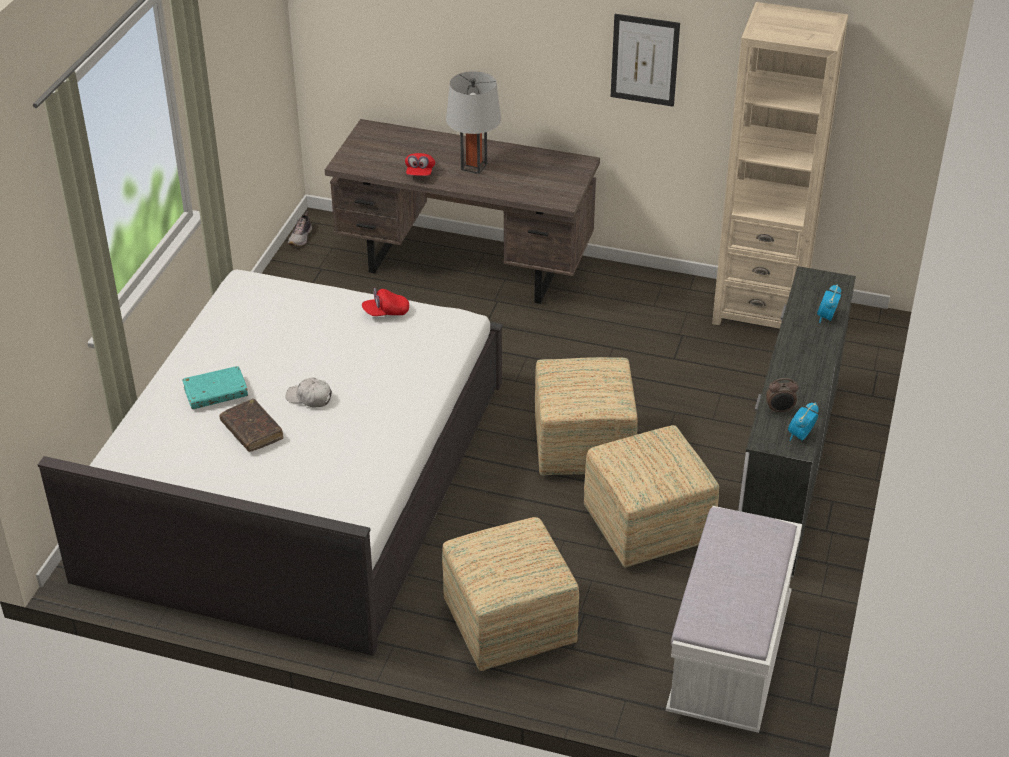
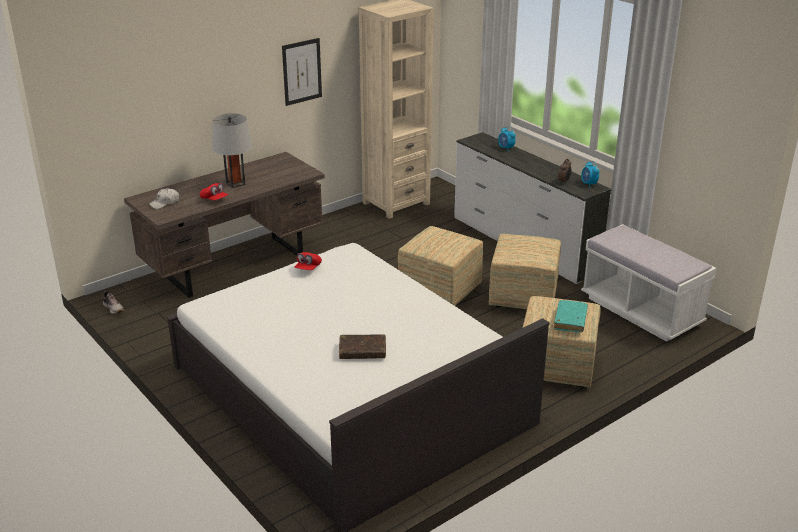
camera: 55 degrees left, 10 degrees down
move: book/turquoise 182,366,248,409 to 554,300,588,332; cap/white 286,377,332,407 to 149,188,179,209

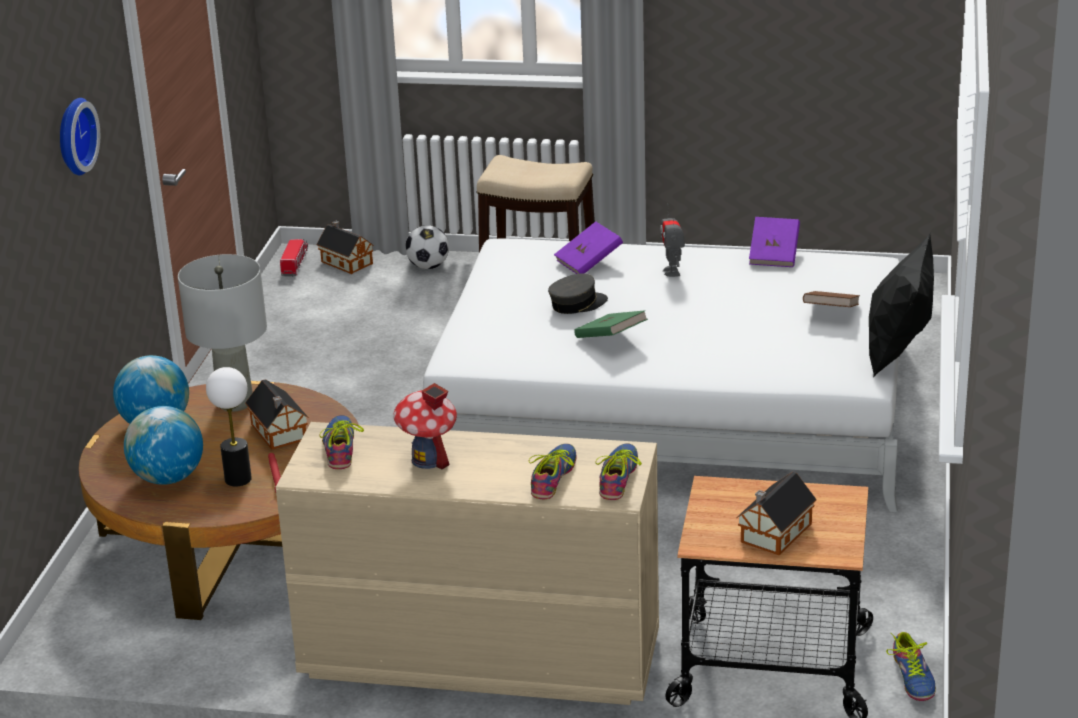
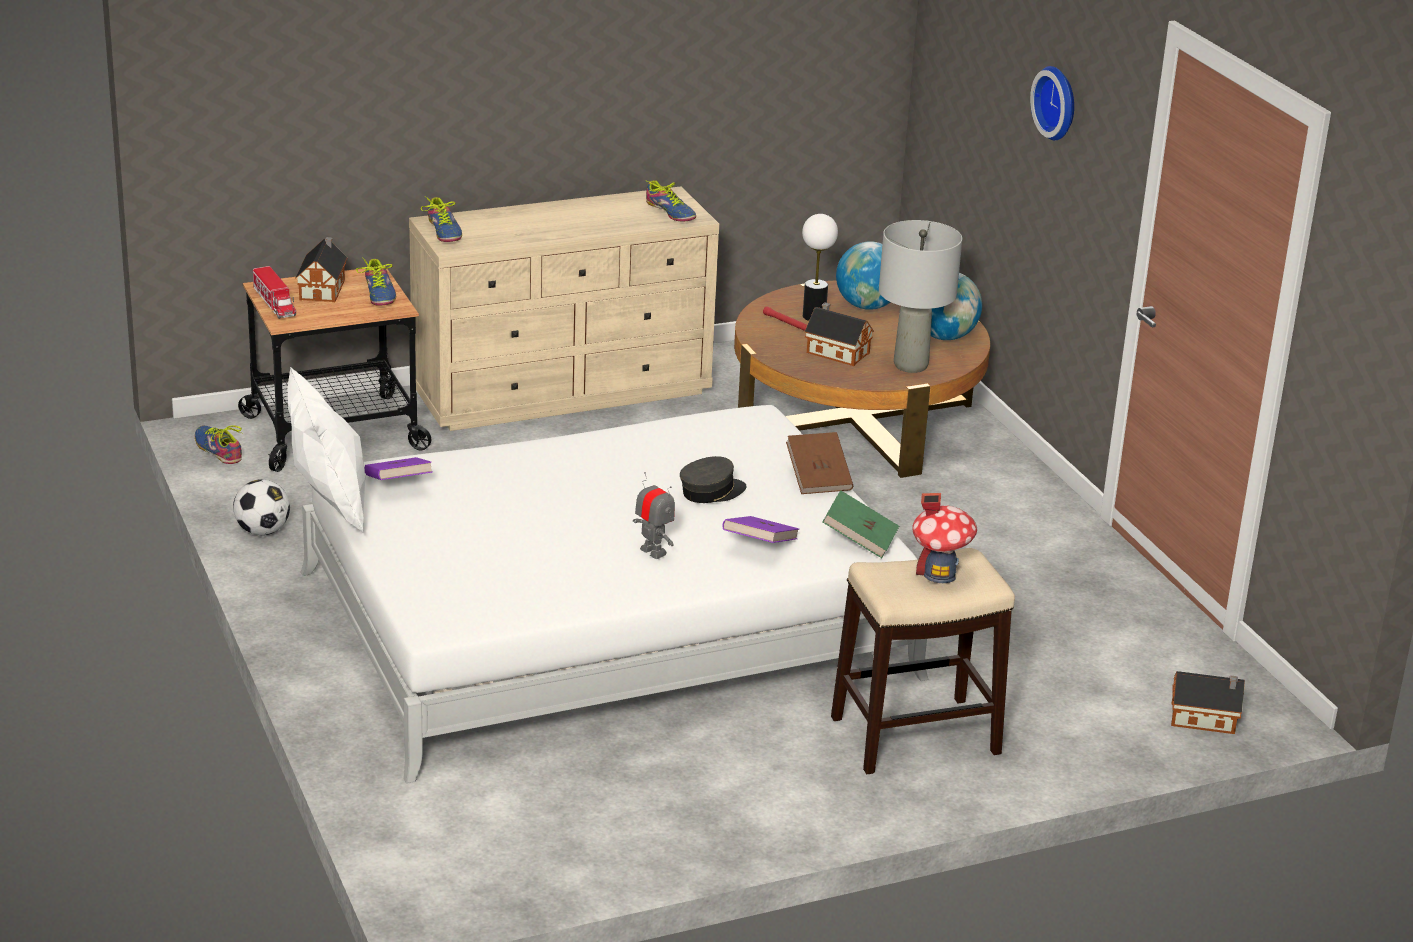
camera: 145 degrees right, 0 degrees up
move: toy truck 280,239,308,277 to 253,266,296,319; toy house 393,383,457,469 to 912,493,977,583; football 405,225,449,269 to 233,479,290,535; shoe 529,444,576,499 to 356,257,396,306; book/green 574,310,648,338 to 823,490,899,558; book/purple 749,217,800,267 to 364,457,432,480; book/brown 803,291,860,307 to 786,432,853,494
recolor: pillow/black 869,230,934,378 to pillow/white 287,367,365,533
rotate: cap/grey 548,274,608,314 = 680,456,747,503 150 degrees counterclockwise

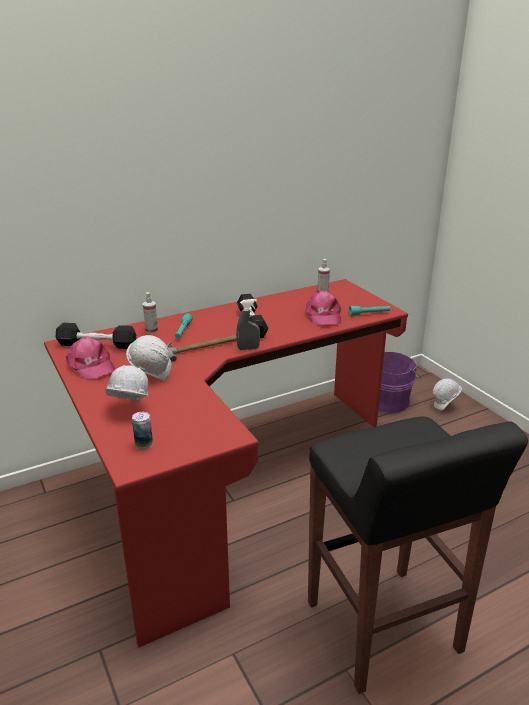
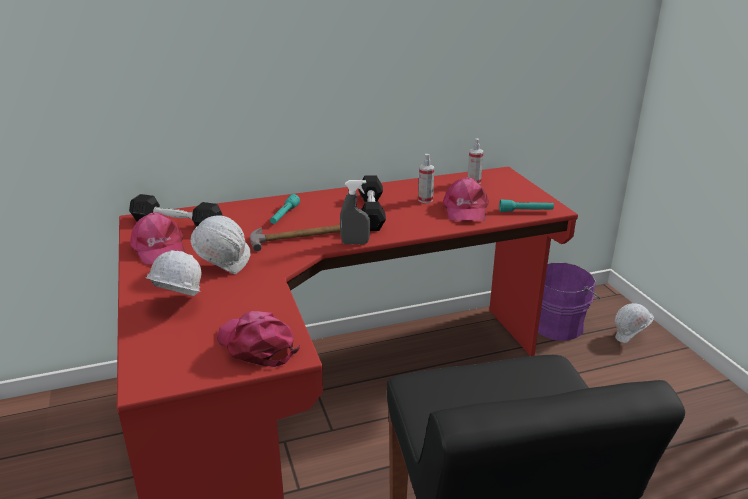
camera: 10 degrees right, 0 degrees up
delete: can 132,412,153,450
insert: cap/pink 217,311,300,367
move: spray bottle 143,292,158,334 to 418,154,434,203

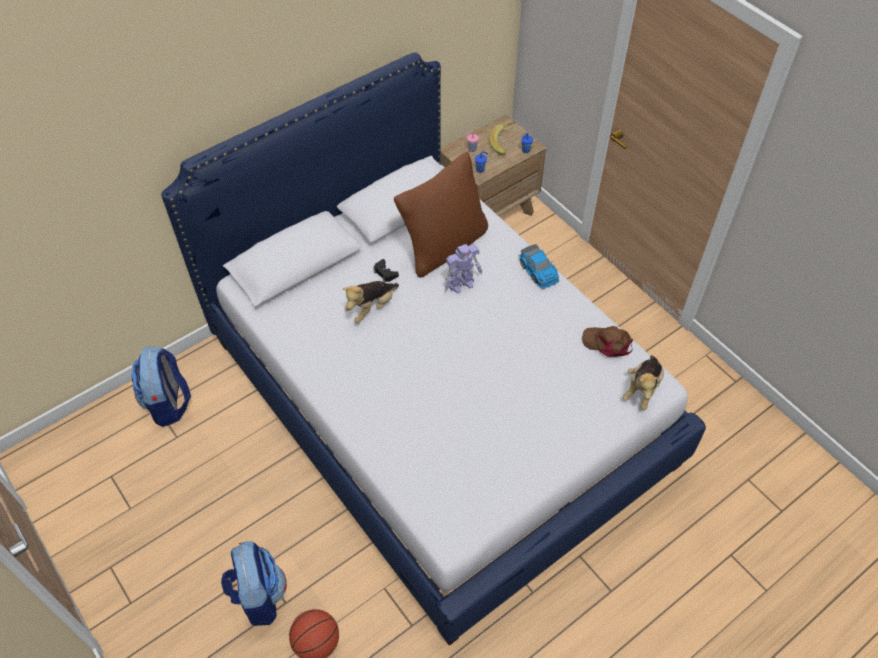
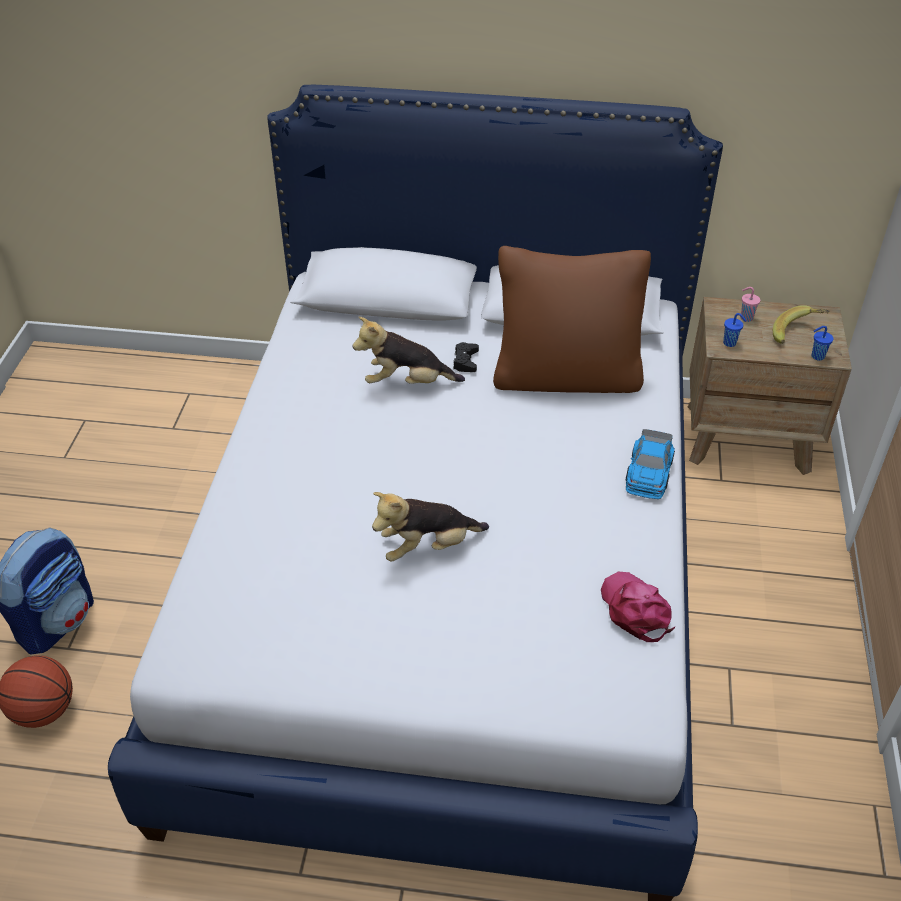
camera: 45 degrees right, 10 degrees down
delete: backpack 131,346,191,427; toy robot 445,244,482,294
move: plush toy 623,355,664,410 to 372,492,489,562
recolor: cap/brown 582,326,633,357 to cap/pink 601,572,675,642

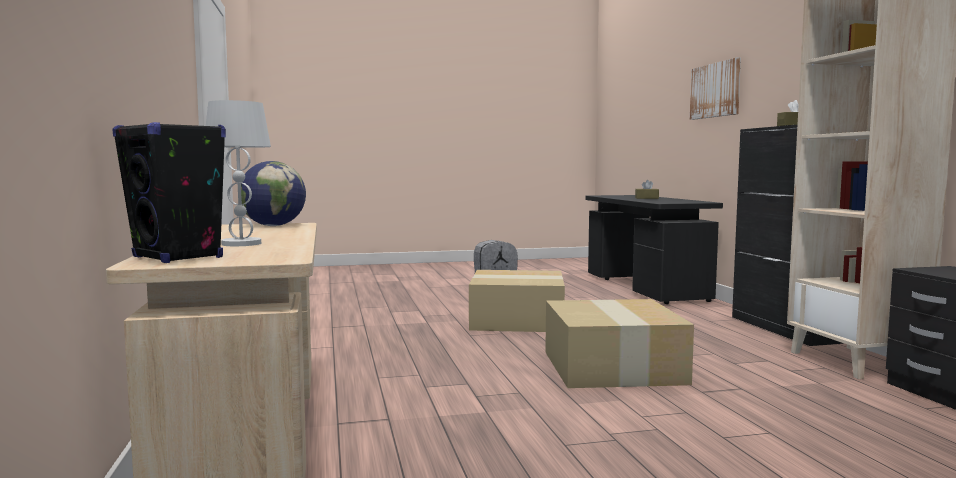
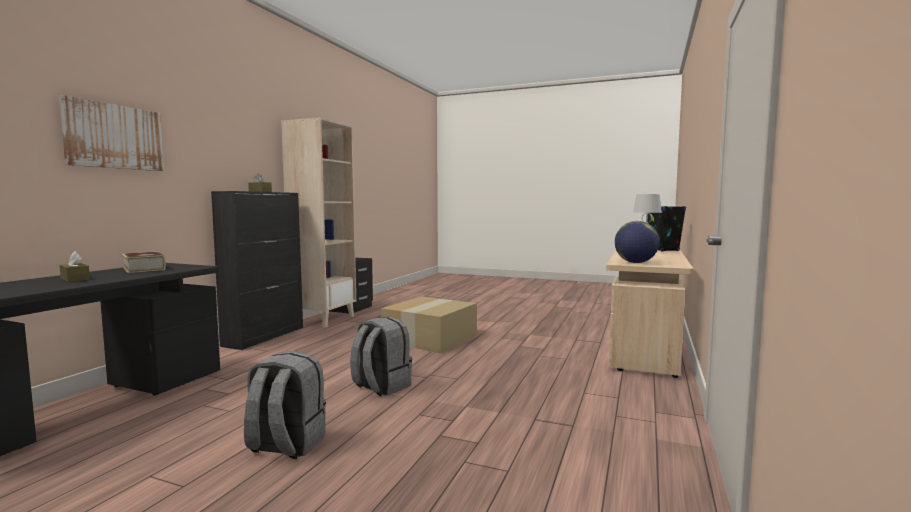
camera: 145 degrees left, 0 degrees up
insert: book 122,252,166,273
replace: cardboard box 469,270,565,332 to backpack/grey 350,317,412,396

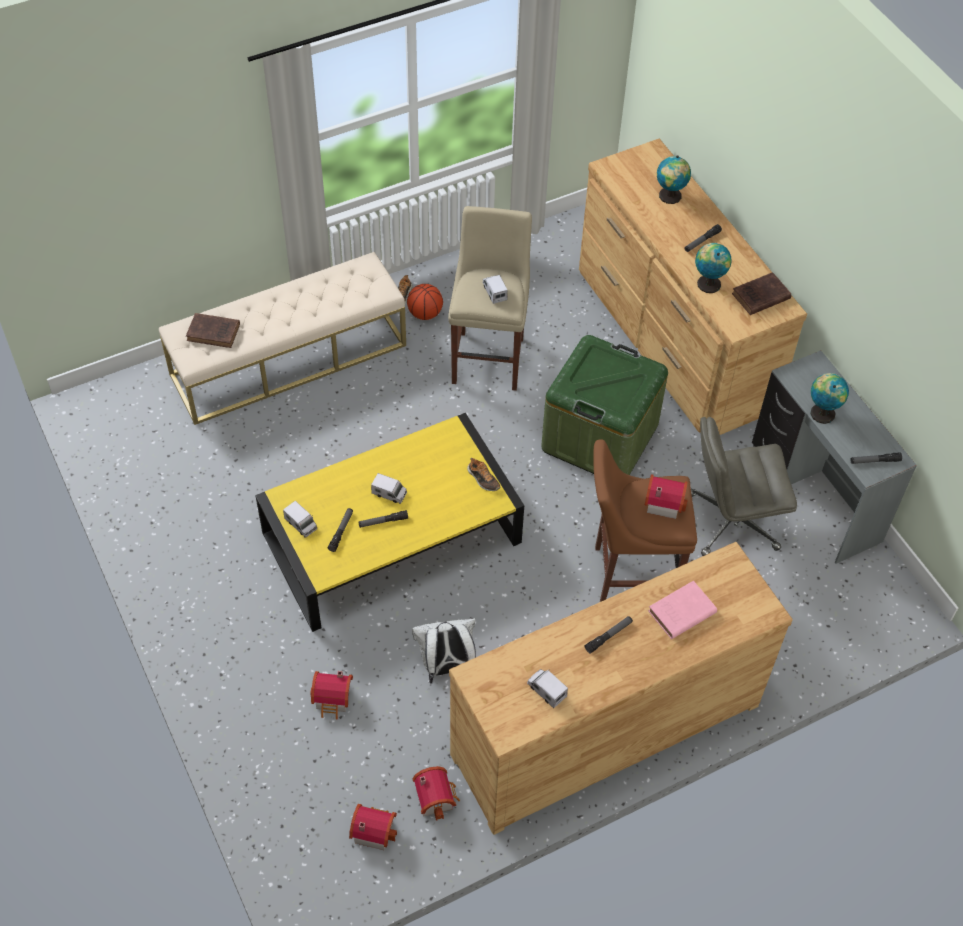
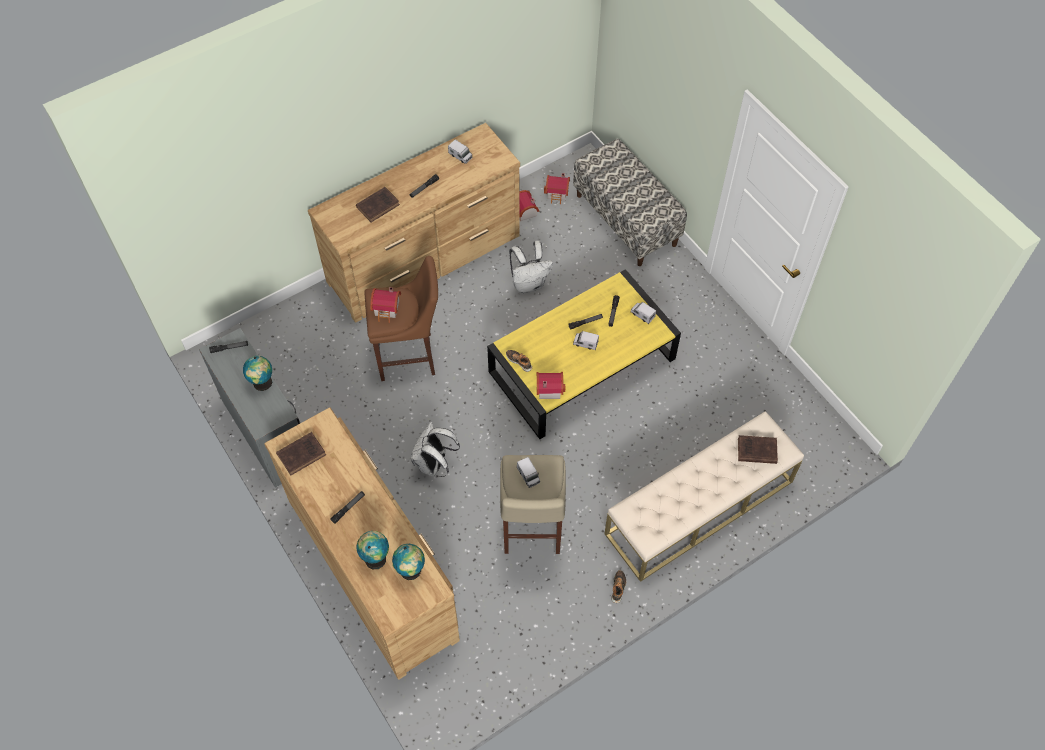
camera: 175 degrees right, 5 degrees up
delete: basketball 407,284,443,320; office chair/grey 691,417,797,556
insert: bench 573,139,687,266
move: toy house 310,671,353,719 to 536,372,565,399; globe 695,243,732,293 to 392,544,425,580
replace: storage box/green 541,335,668,475 to backpack/white 411,422,460,477
recolor: book/pink 648,581,717,639 to book/brown 356,187,400,222

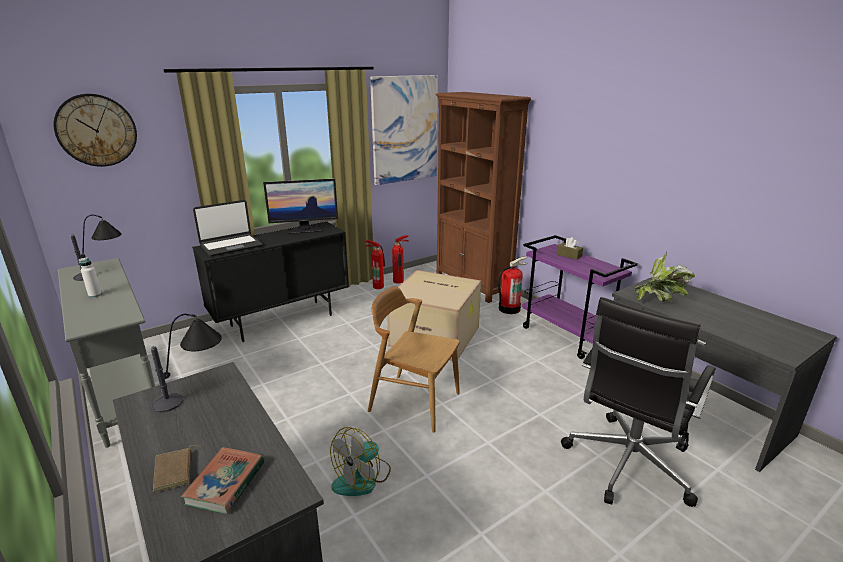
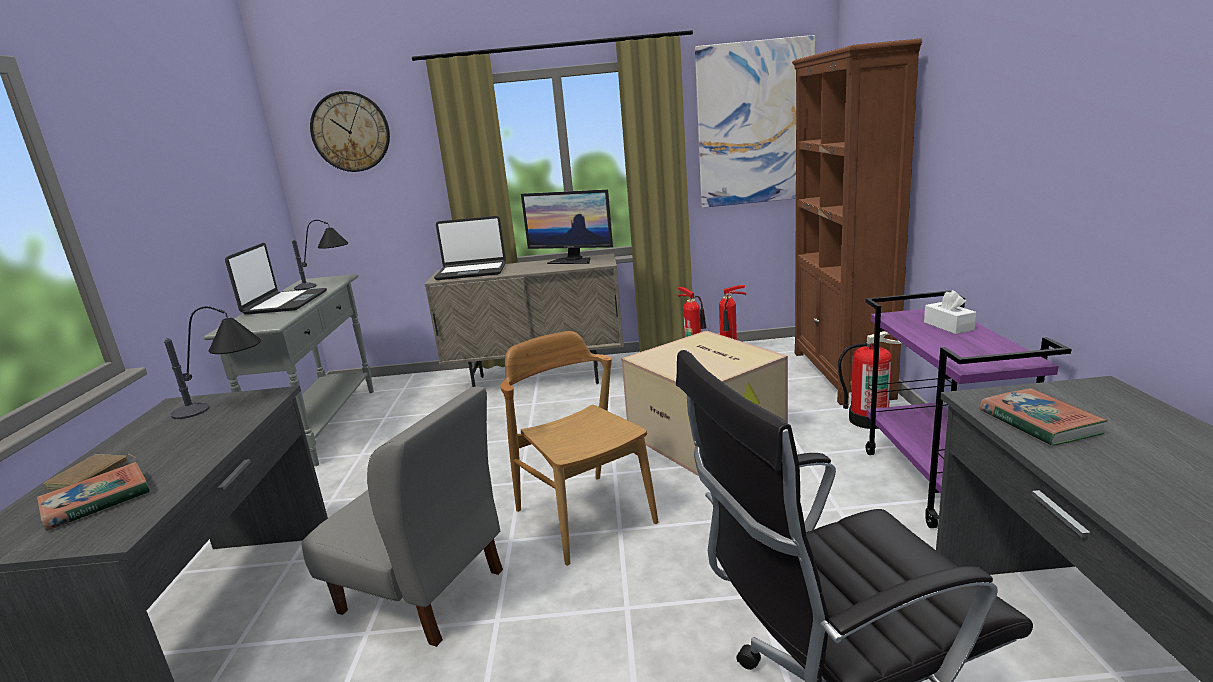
camera: 35 degrees right, 5 degrees down
replace: bottle/white 79,257,102,297 to laptop 225,243,327,315; fan 330,427,391,496 to chair/grey 301,387,503,647; potted plant 635,251,695,302 to book 980,388,1108,446
recolor: cabinet/black 192,222,349,342 to cabinet/beige 425,254,624,387; tissue box/brown 557,237,583,260 to tissue box/white 924,290,976,334

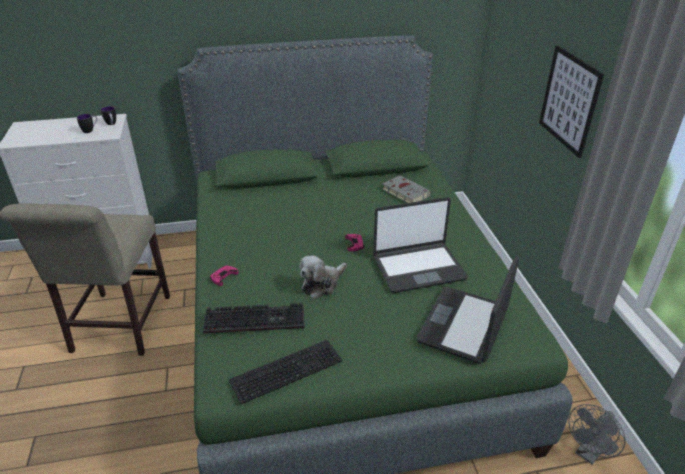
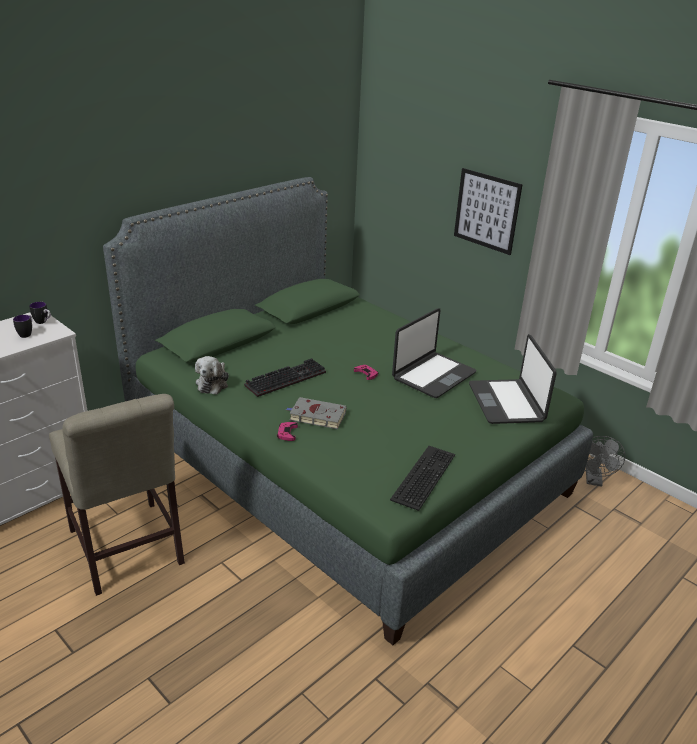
camera: 35 degrees left, 5 degrees down
move: keyboard 203,303,304,333 to 244,358,326,397; plush toy 299,256,346,299 to 195,356,229,394; book/grey 382,175,431,203 to 286,397,347,429

